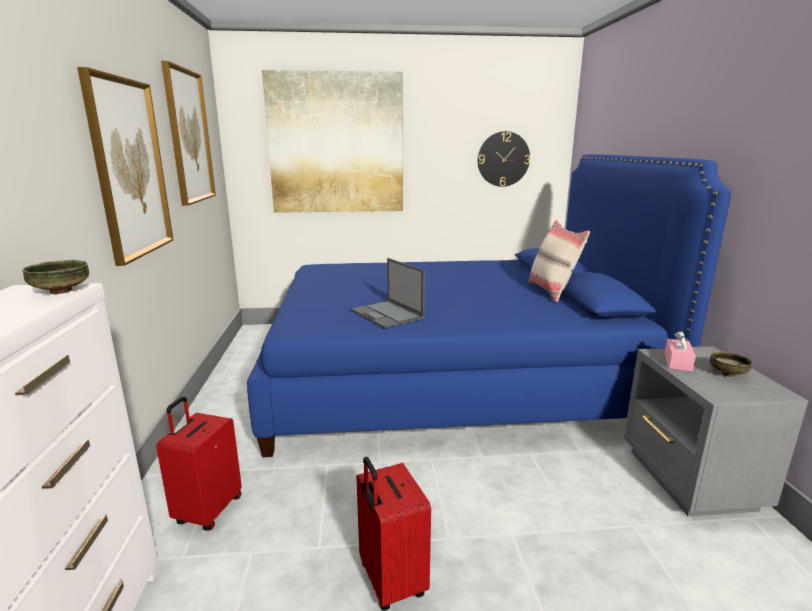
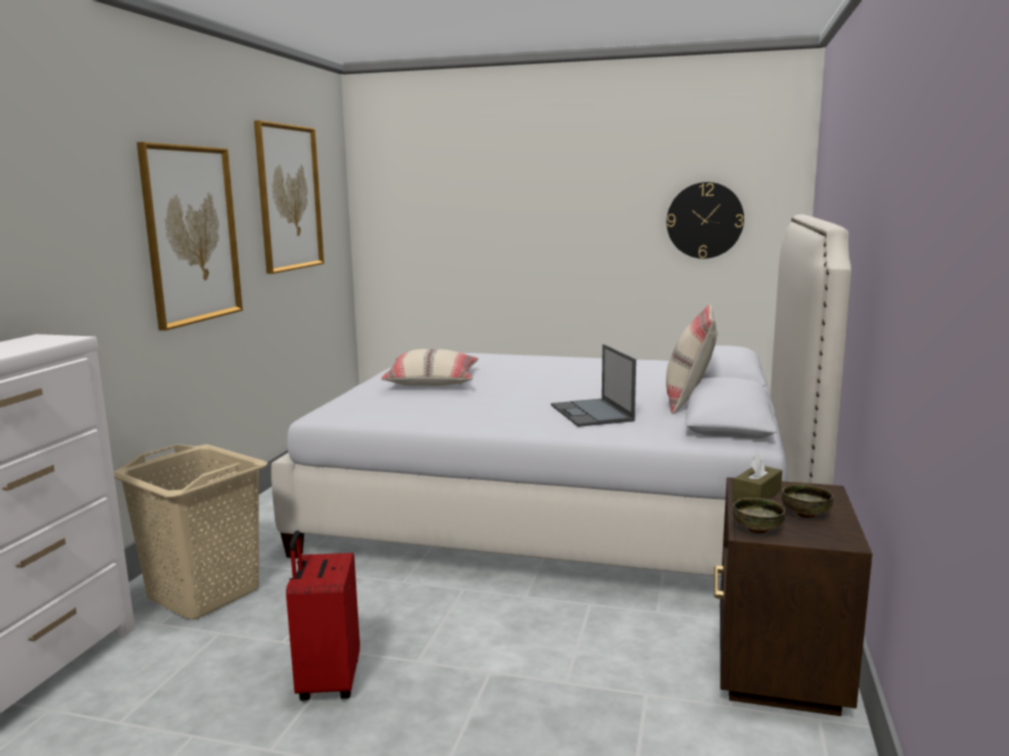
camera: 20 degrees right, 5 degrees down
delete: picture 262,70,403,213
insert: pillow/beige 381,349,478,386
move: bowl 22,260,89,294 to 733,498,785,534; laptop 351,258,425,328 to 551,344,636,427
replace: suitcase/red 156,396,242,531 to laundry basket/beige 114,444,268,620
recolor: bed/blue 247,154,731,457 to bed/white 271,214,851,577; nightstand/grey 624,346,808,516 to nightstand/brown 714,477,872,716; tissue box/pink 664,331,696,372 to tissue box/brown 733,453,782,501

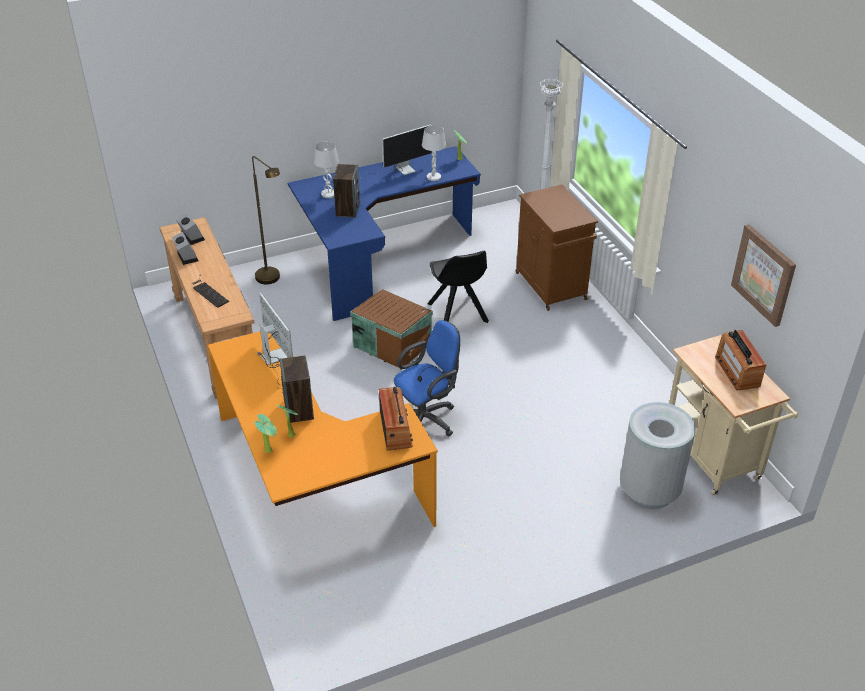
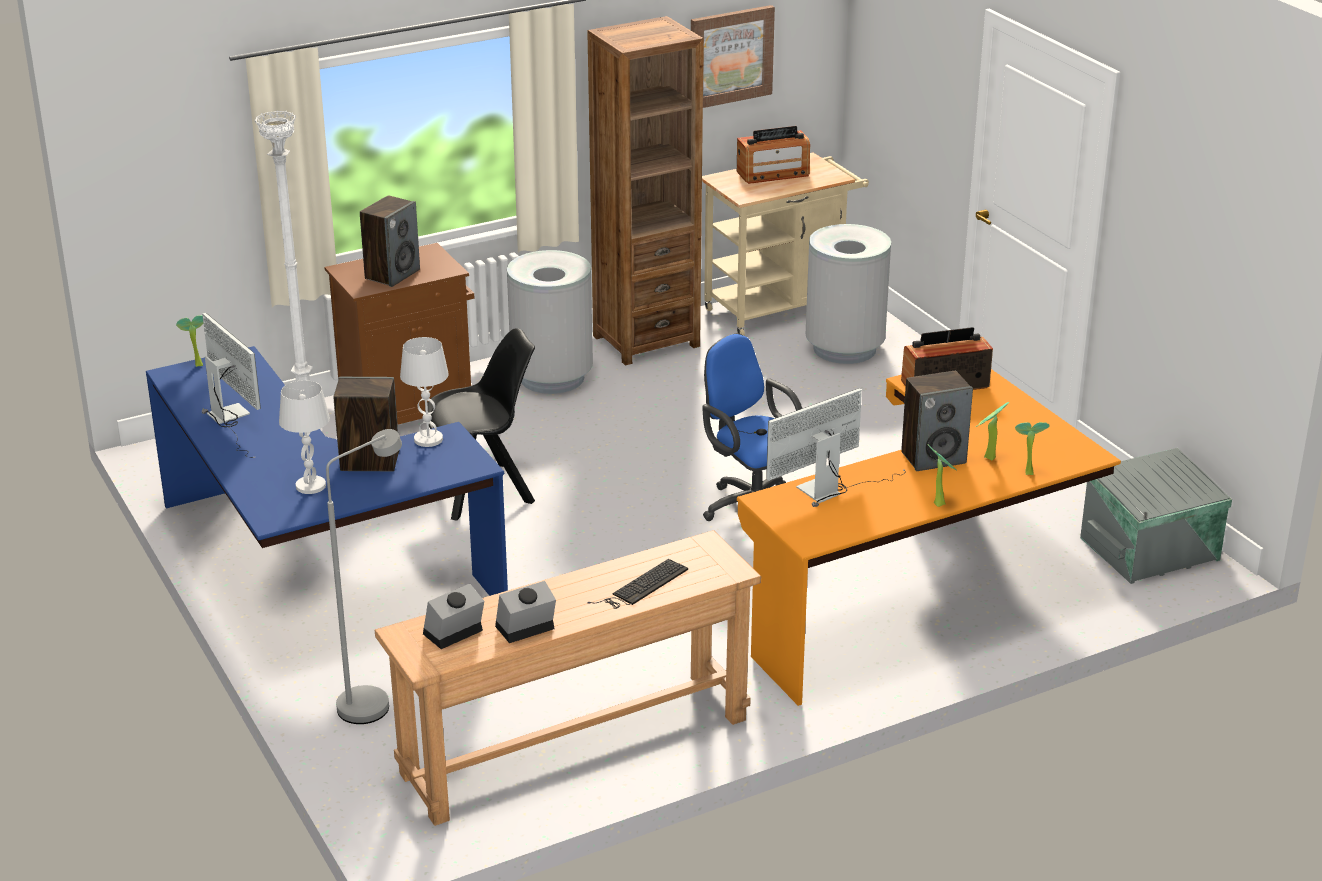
camera: 95 degrees left, 10 degrees down
delete: storage box/brown 350,289,433,370
insert: speaker 360,195,420,287; trash can/grey 507,250,593,394; bookcase/brown 587,16,703,365; potted plant 928,444,956,507; storage box/grey 1080,448,1232,584
move: table lamp/white 422,125,446,181 to 400,337,449,447
recolor: floor lamp/brown 252,156,280,284 to floor lamp/grey 326,429,402,724

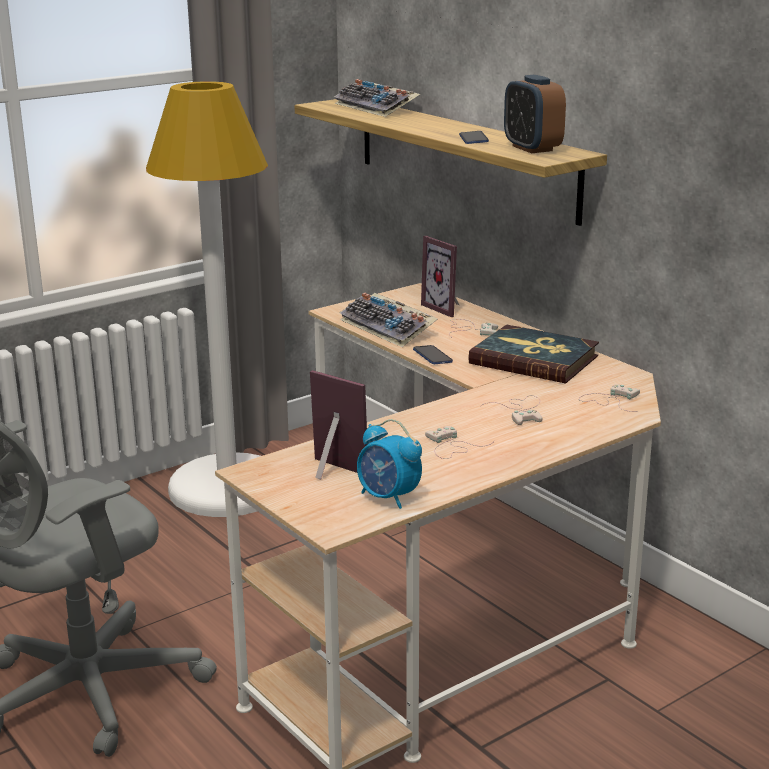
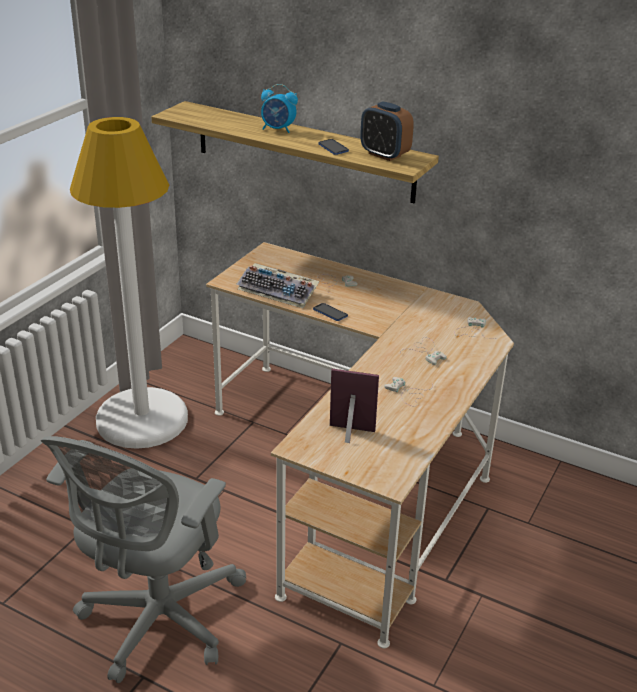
camera: 25 degrees left, 10 degrees up
delete: keyboard 334,79,420,117; picture frame 421,236,459,317; book 468,325,599,384
move: alarm clock 357,419,422,509 to 261,84,298,133

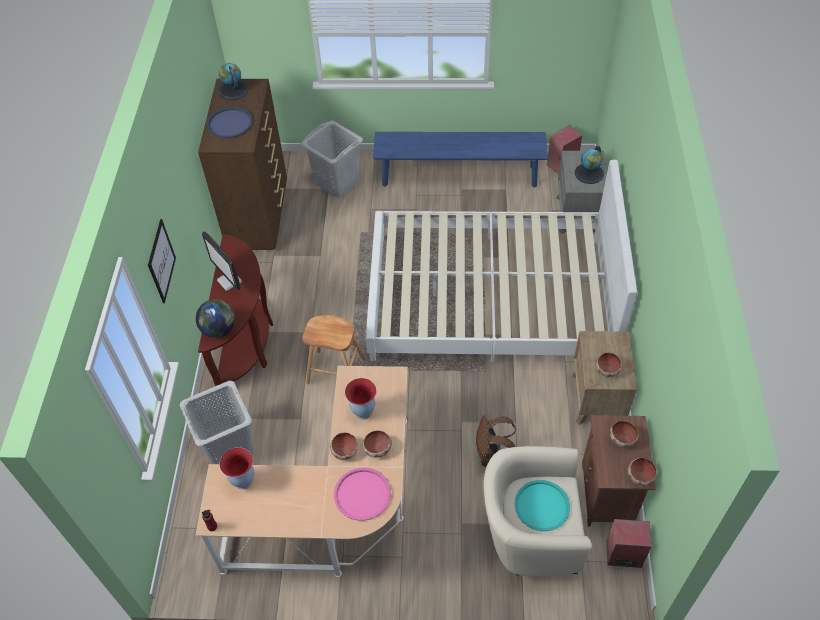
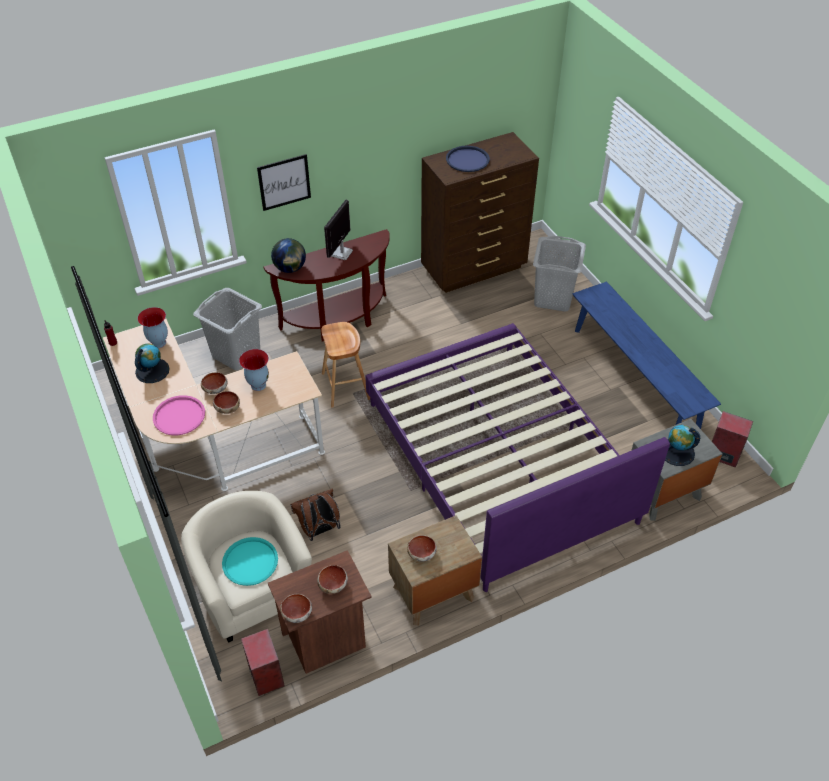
camera: 60 degrees right, 5 degrees down
move: globe 218,63,249,100 to 135,343,170,383
recolor: bed/white 366,160,637,362 to bed/purple 365,323,670,592

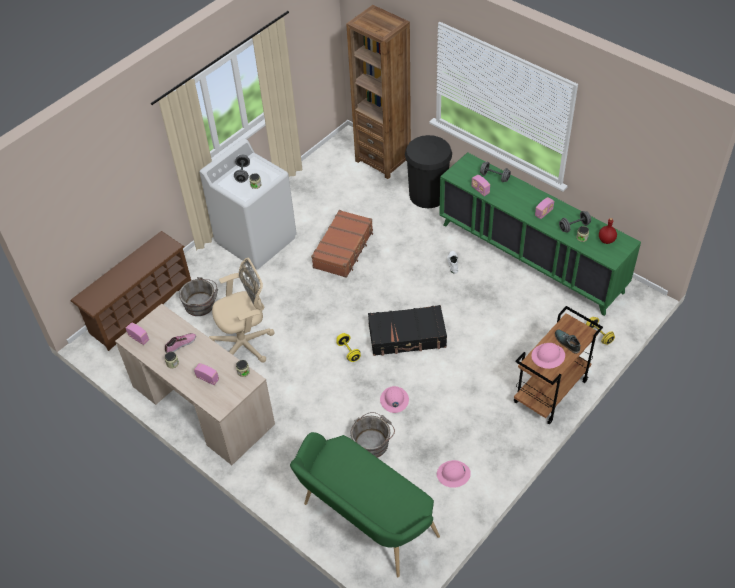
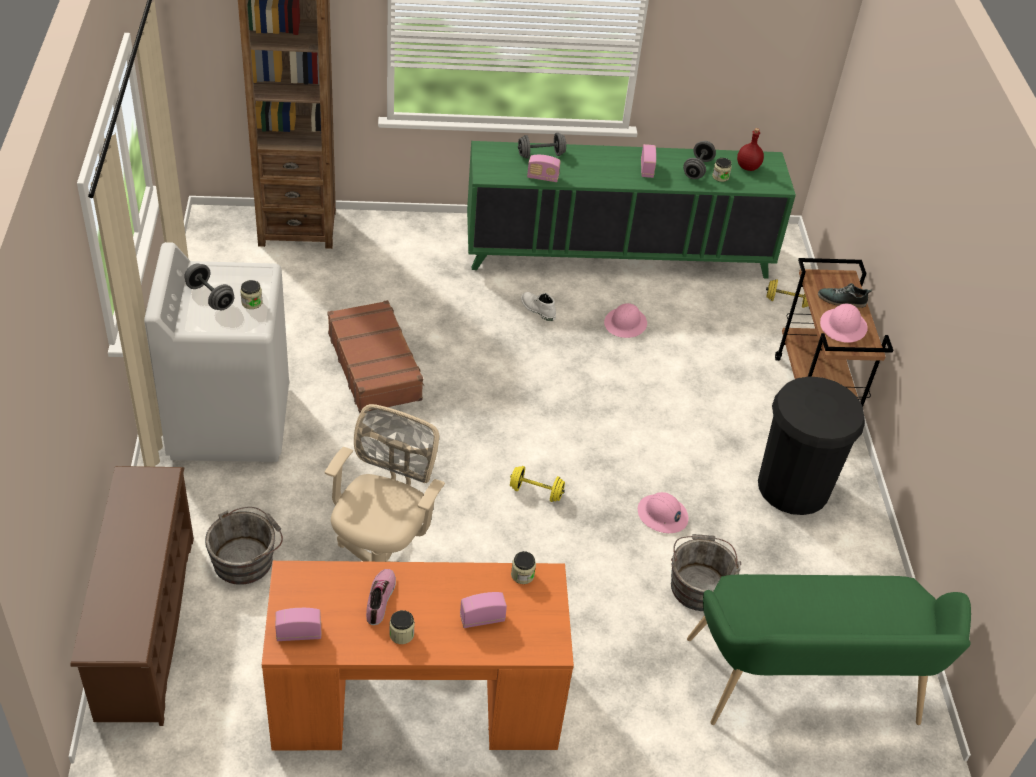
camera: 50 degrees left, 5 degrees down
delete: suitcase/black 368,305,447,356
move: trash can/black 405,135,452,208 to 758,376,865,515; hard hat/pink 437,460,471,488 to 604,303,647,338
recolor: desk/beige 115,304,275,465 to desk/orange 262,561,574,750

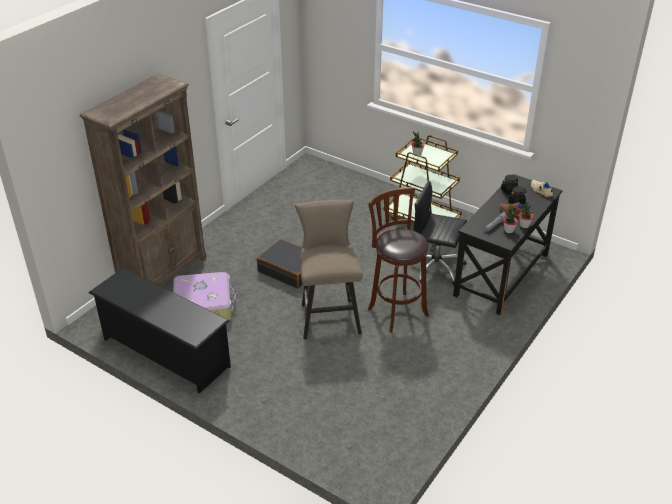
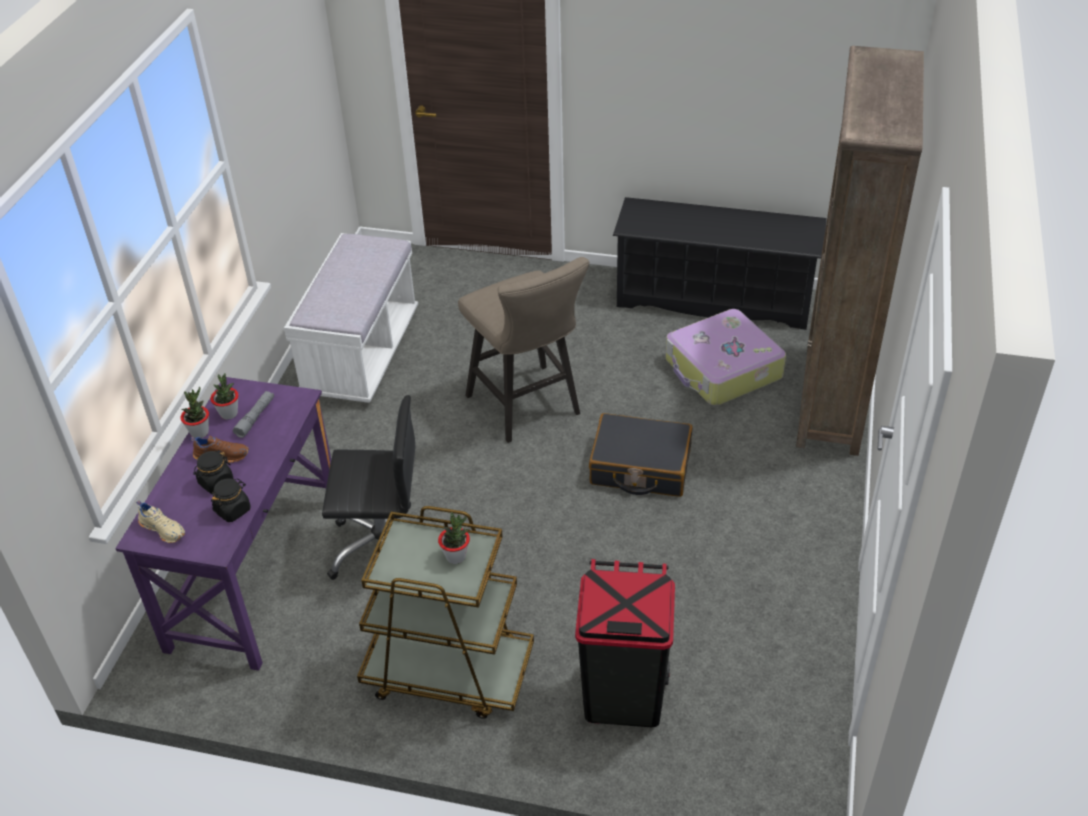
camera: 160 degrees right, 5 degrees up
delete: stool/brown 368,187,429,333
insert: bench/white 284,233,418,403; trash can/black 575,559,675,727
recolor: desk/black 453,174,563,315 to desk/purple 115,377,331,671

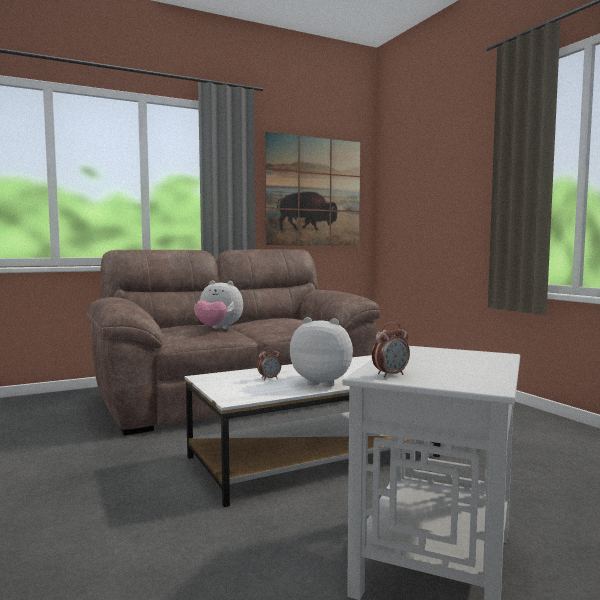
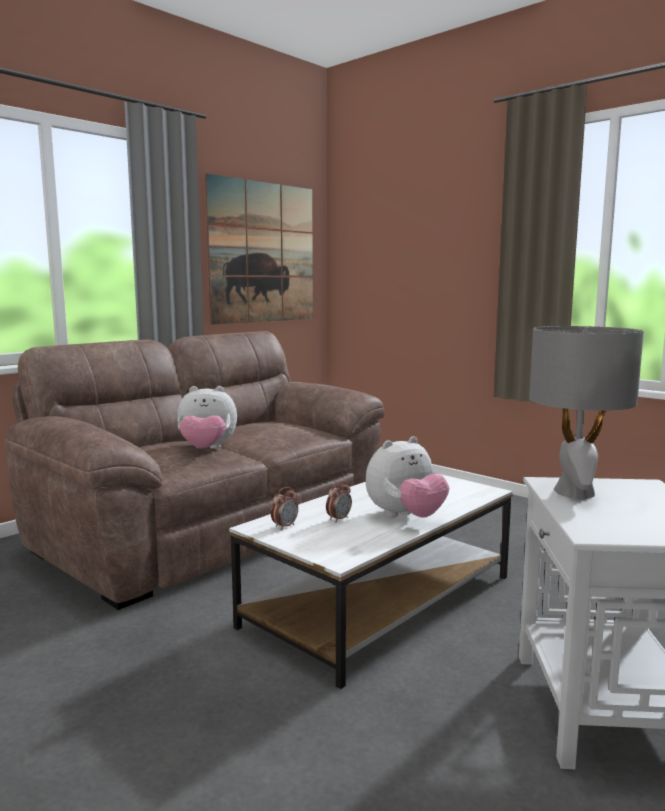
camera: 20 degrees left, 5 degrees up
insert: table lamp/grey 529,326,644,500
move: alarm clock 372,322,410,377 to 271,487,298,530
rotate: plush toy 290,317,353,387 = 366,436,449,518 150 degrees clockwise

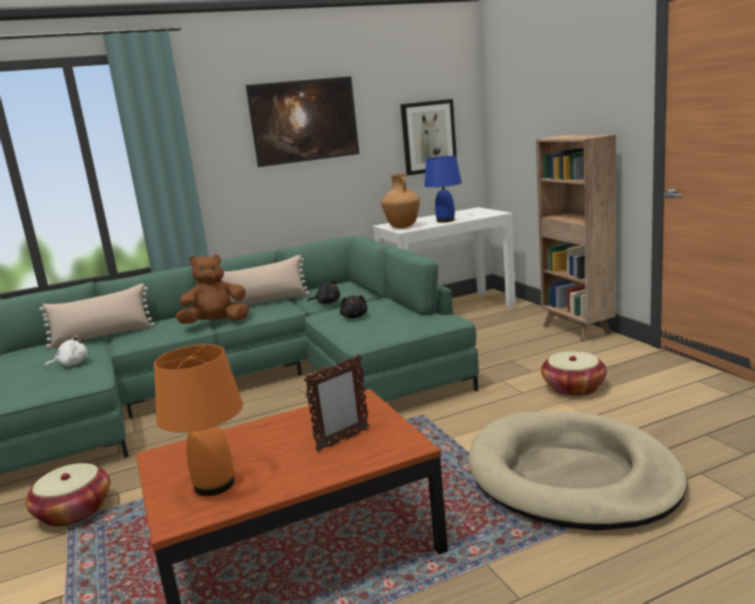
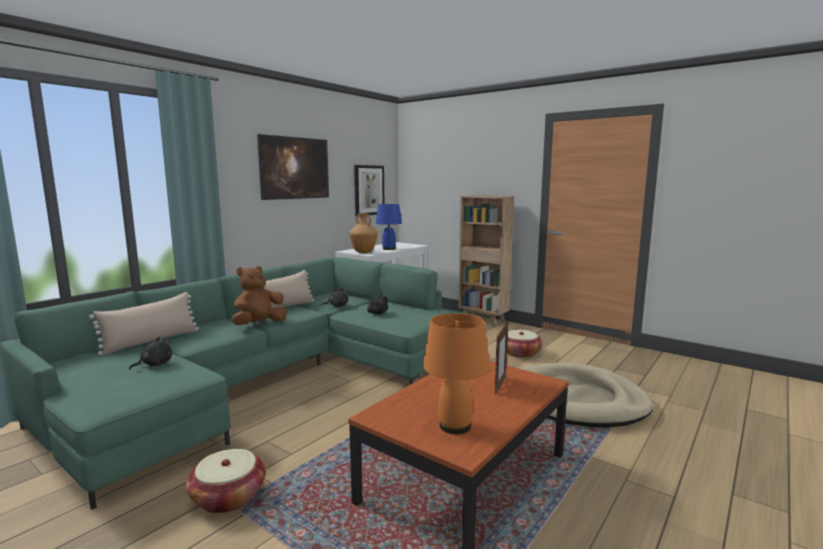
camera: 30 degrees left, 5 degrees down
recolor: plush toy/white 44,335,88,367 to plush toy/black 129,337,172,370

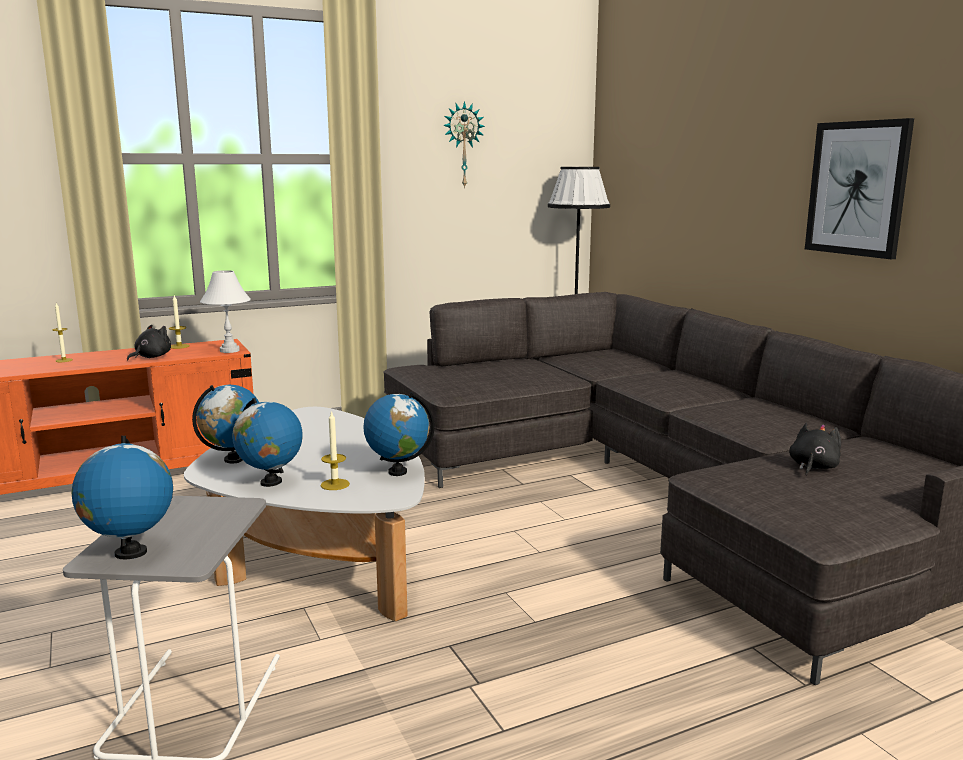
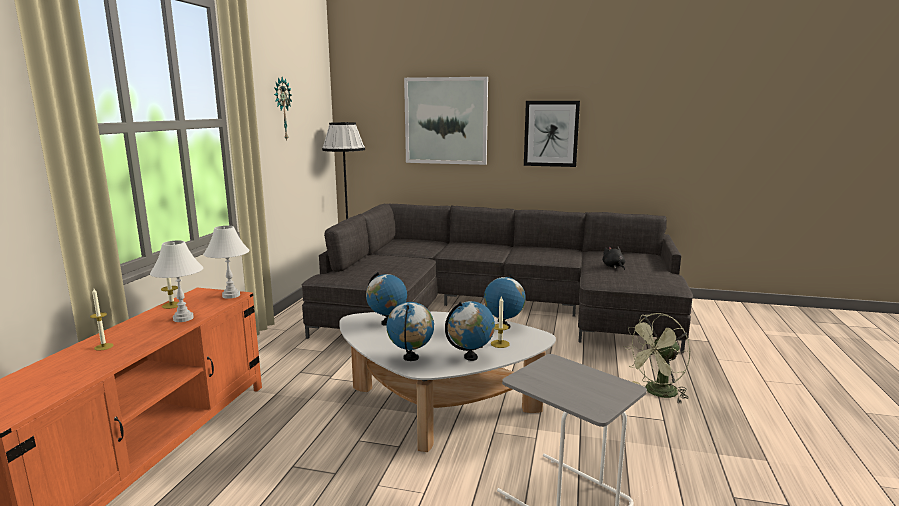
camera: 50 degrees left, 0 degrees up
insert: picture 404,77,488,165; fan/green 624,313,691,403
move: globe 71,436,173,560 to 366,272,407,326
replace: plush toy/black 127,325,171,360 to table lamp/white 150,240,203,322

